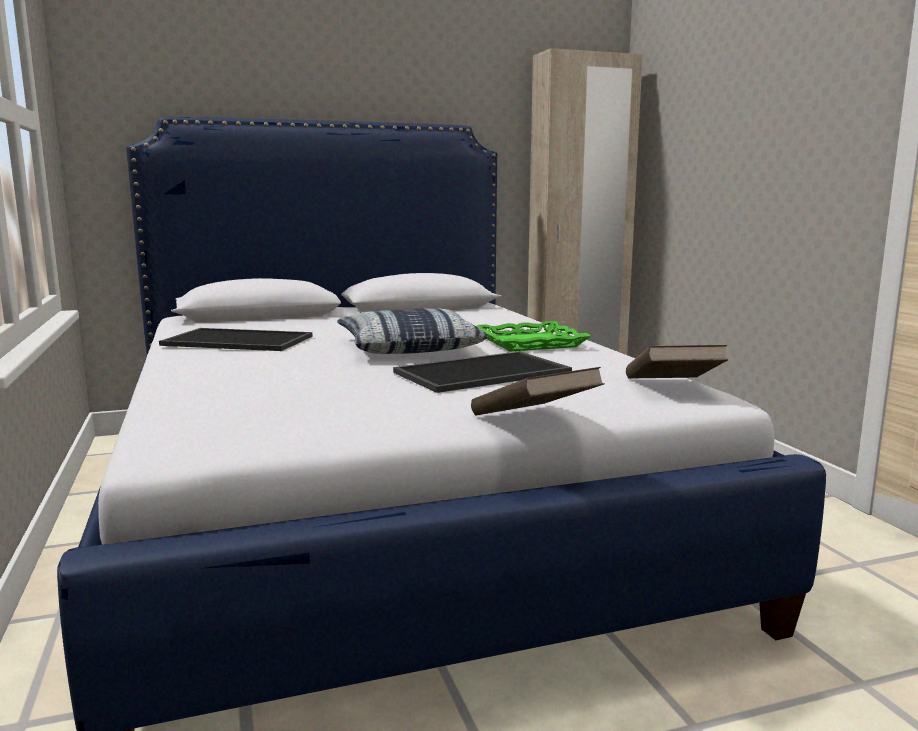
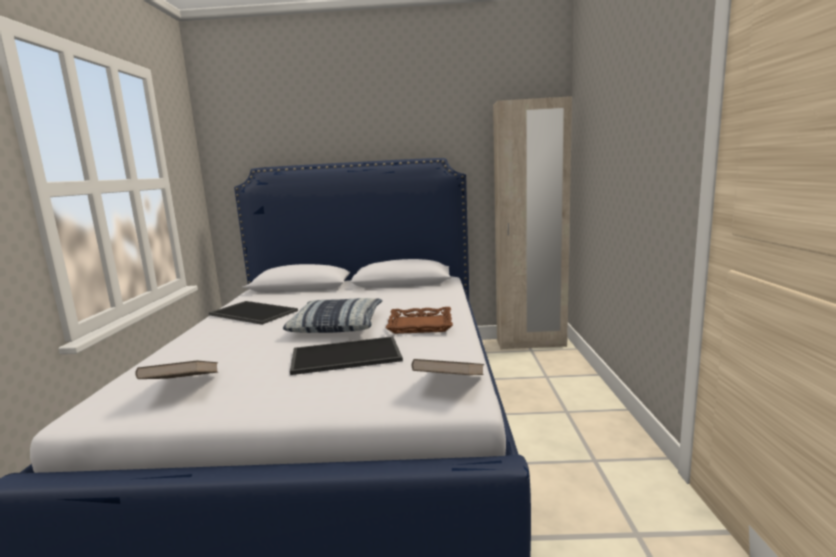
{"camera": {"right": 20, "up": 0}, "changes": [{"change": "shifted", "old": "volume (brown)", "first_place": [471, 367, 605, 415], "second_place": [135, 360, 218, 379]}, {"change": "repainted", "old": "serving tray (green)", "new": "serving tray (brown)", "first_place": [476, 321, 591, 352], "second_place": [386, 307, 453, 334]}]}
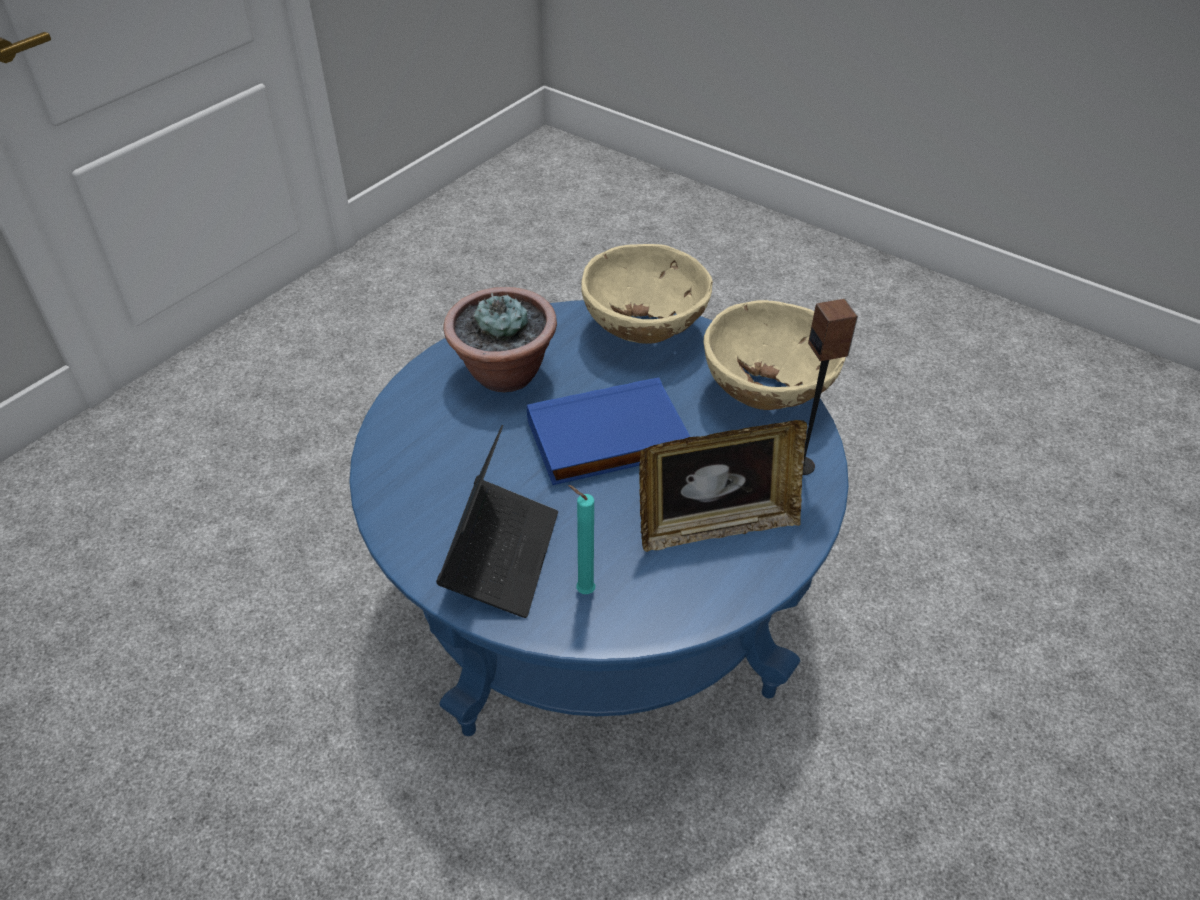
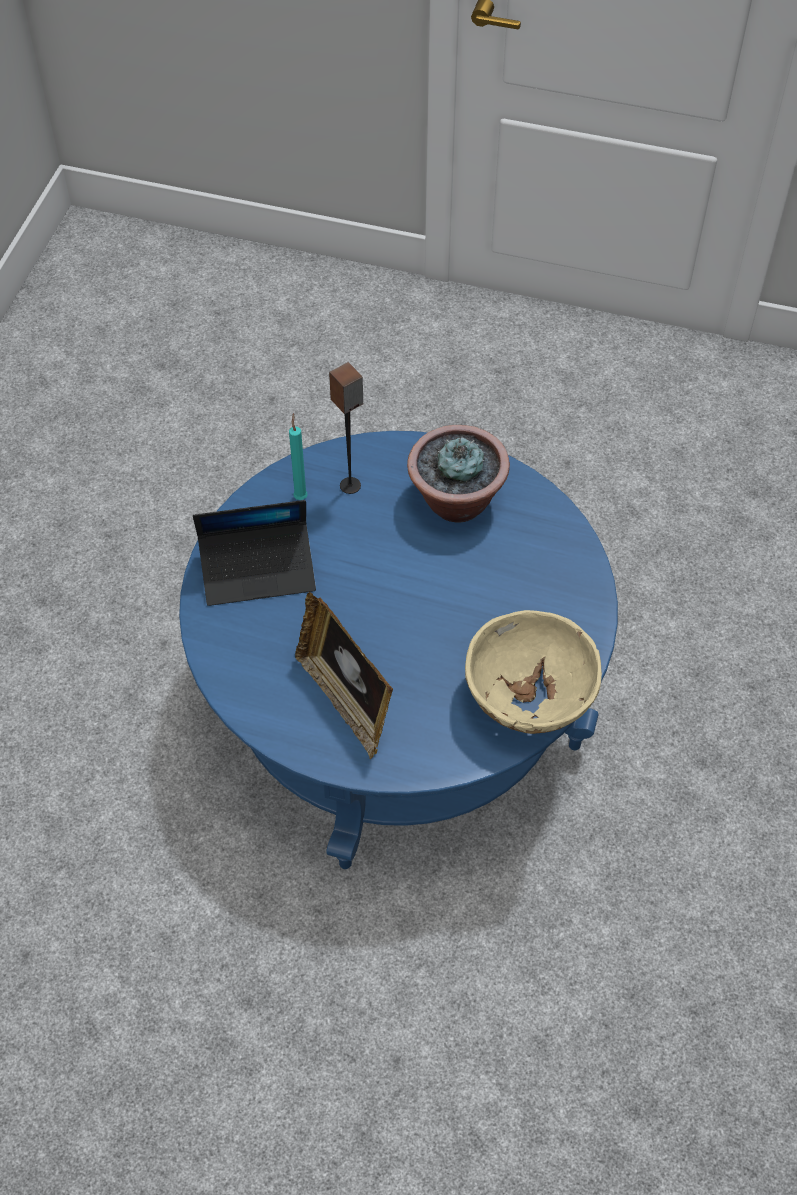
{"camera": {"right": 70, "up": 10}, "changes": [{"change": "shifted", "old": "candle (blue-green)", "first_place": [568, 485, 595, 594], "second_place": [289, 413, 308, 500]}, {"change": "shifted", "old": "audio speaker", "first_place": [803, 299, 858, 475], "second_place": [329, 362, 363, 494]}, {"change": "gone", "old": "volume (blue)", "first_place": [527, 378, 690, 485]}, {"change": "gone", "old": "deep dish (beige)", "first_place": [581, 244, 713, 344]}]}
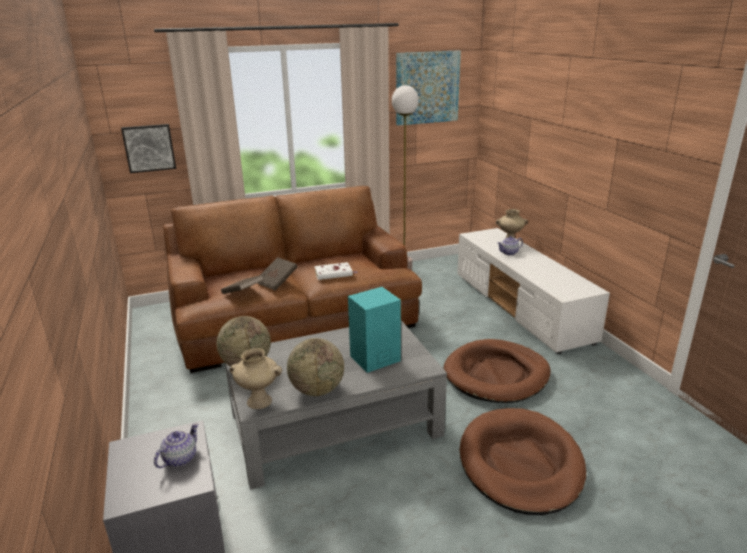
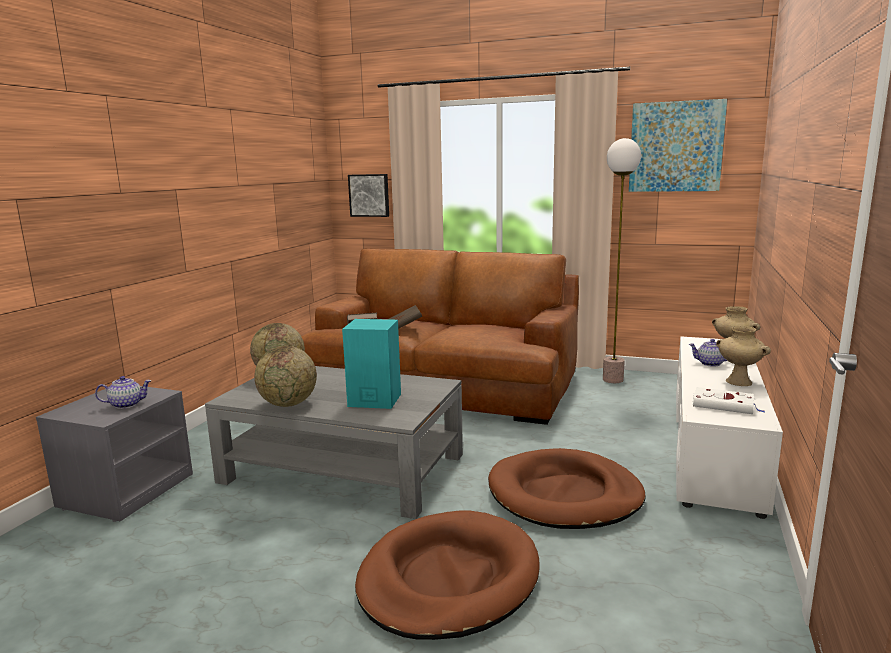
{"camera": {"right": 40, "up": -10}, "changes": [{"change": "shifted", "old": "volume (white)", "first_place": [314, 262, 358, 280], "second_place": [692, 387, 764, 414]}, {"change": "shifted", "old": "decorative vase (beige)", "first_place": [230, 348, 282, 409], "second_place": [716, 326, 771, 386]}]}
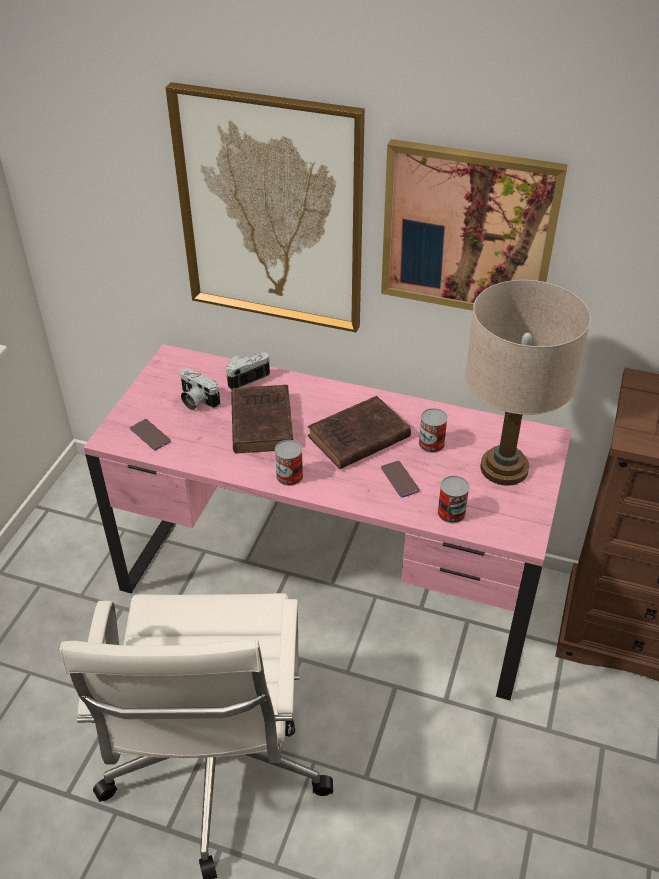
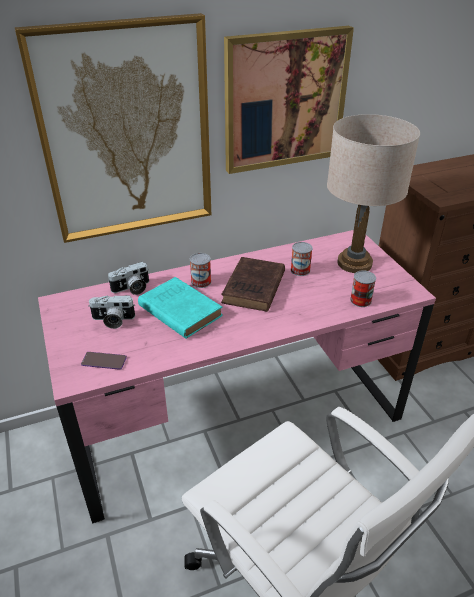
{"camera": {"right": -40, "up": -5}, "changes": [{"change": "rotated", "old": "photo camera", "first_place": [226, 352, 270, 390], "second_place": [108, 262, 149, 295], "degrees": -135}, {"change": "repainted", "old": "volume (brown)", "new": "volume (blue-green)", "first_place": [231, 385, 293, 454], "second_place": [138, 277, 223, 339]}, {"change": "shifted", "old": "metal can", "first_place": [275, 440, 303, 486], "second_place": [190, 253, 211, 288]}, {"change": "gone", "old": "phone", "first_place": [381, 461, 420, 498]}]}
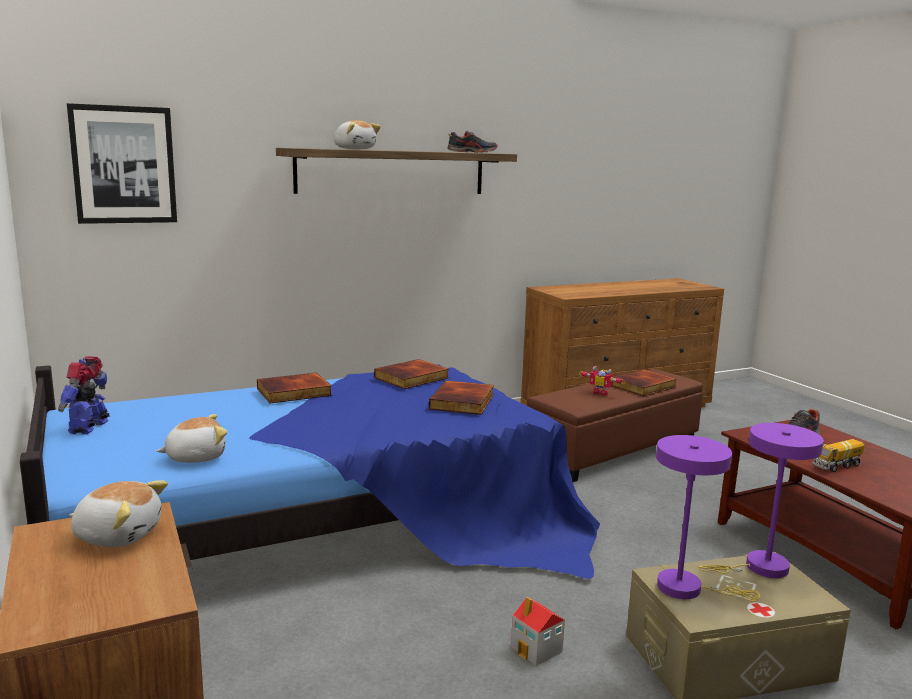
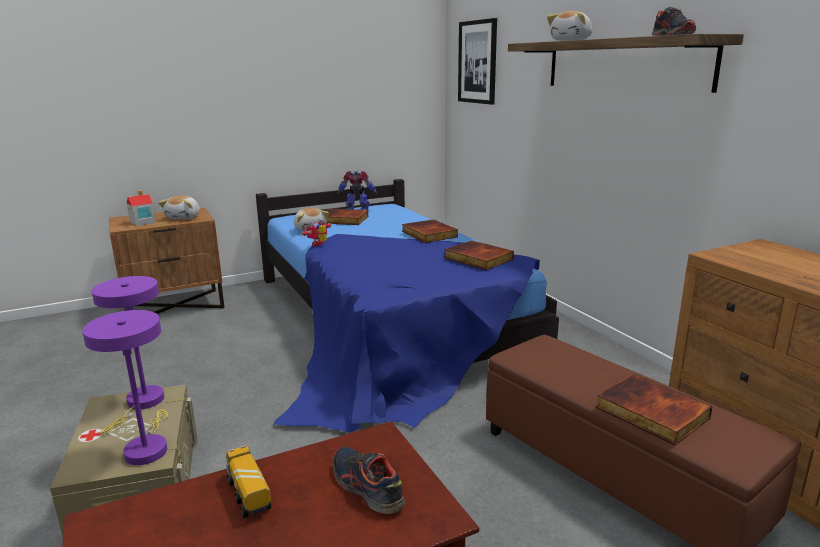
{"camera": {"right": 90, "up": 5}, "changes": [{"change": "shifted", "old": "miniature house", "first_place": [511, 597, 565, 666], "second_place": [127, 190, 156, 226]}, {"change": "shifted", "old": "robot figure", "first_place": [579, 366, 625, 396], "second_place": [301, 219, 332, 247]}, {"change": "shifted", "old": "volume", "first_place": [429, 381, 494, 415], "second_place": [326, 208, 368, 225]}]}
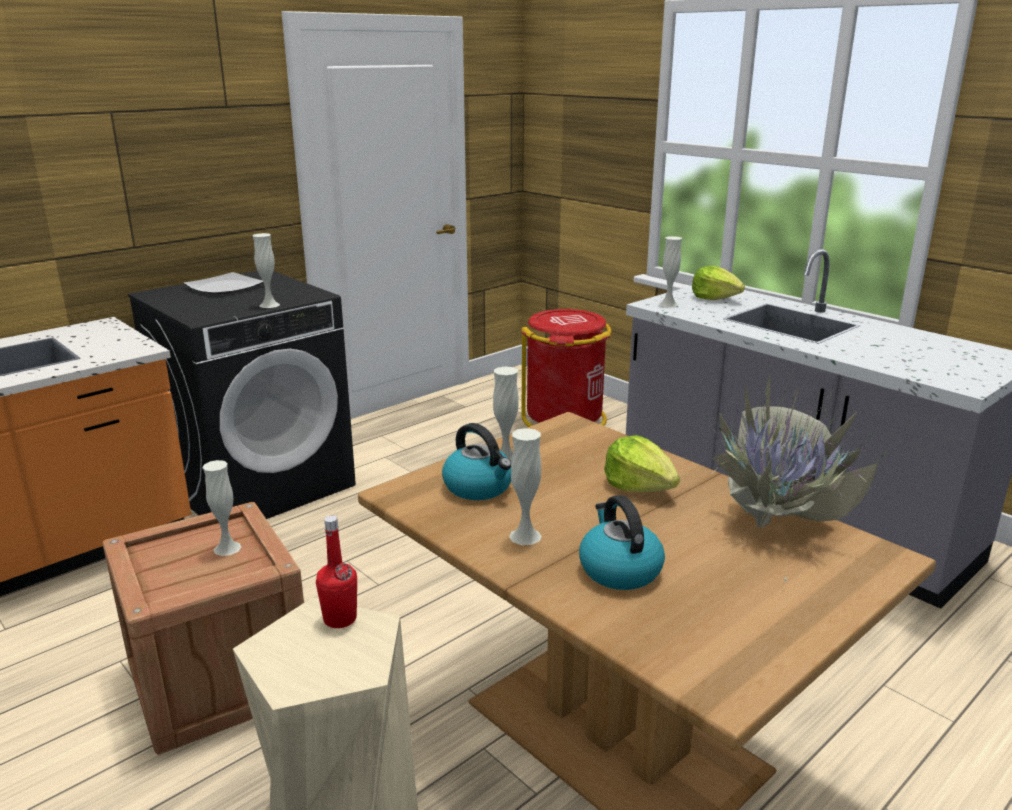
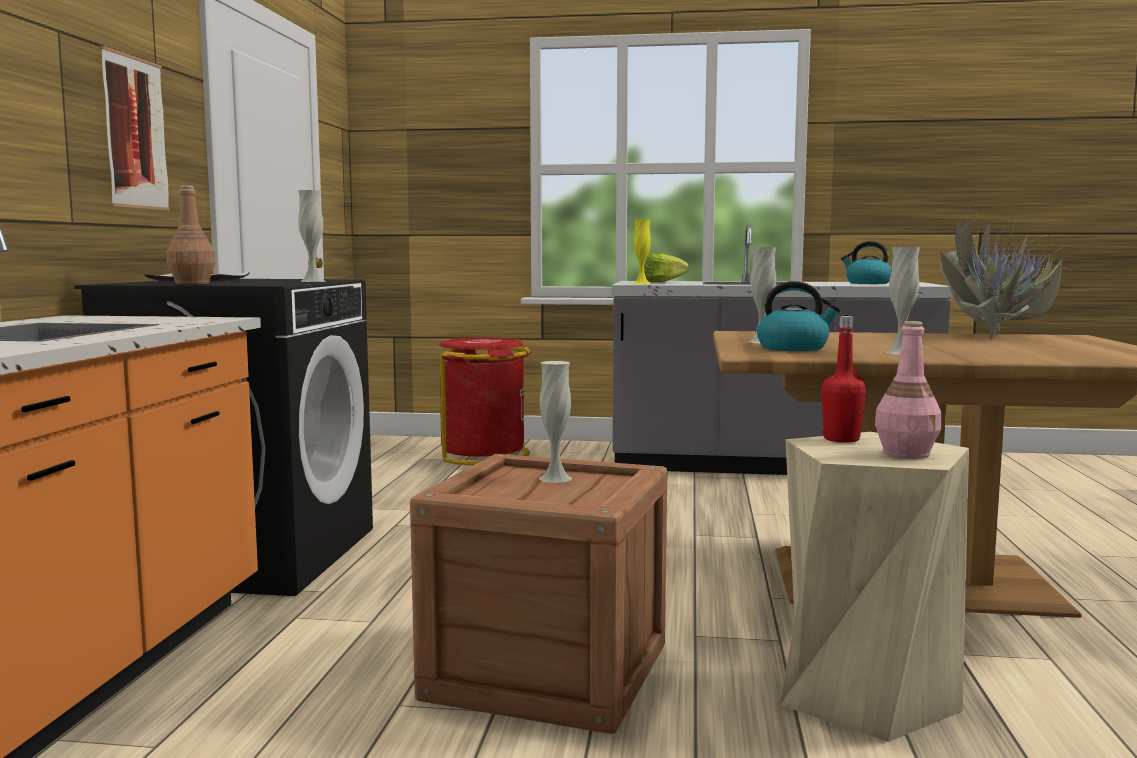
{"camera": {"right": -40, "up": -15}, "changes": [{"change": "new", "new": "picture", "second_place": [100, 45, 170, 211]}, {"change": "new", "new": "bottle (brown)", "second_place": [167, 186, 216, 285]}, {"change": "repainted", "old": "decorative vase (white)", "new": "decorative vase (yellow)", "first_place": [659, 236, 682, 307], "second_place": [633, 219, 650, 284]}, {"change": "shifted", "old": "water kettle", "first_place": [579, 495, 665, 590], "second_place": [841, 241, 892, 284]}, {"change": "new", "new": "bottle (pink-coloured)", "second_place": [875, 321, 941, 459]}, {"change": "gone", "old": "lettuce", "first_place": [604, 435, 680, 492]}]}
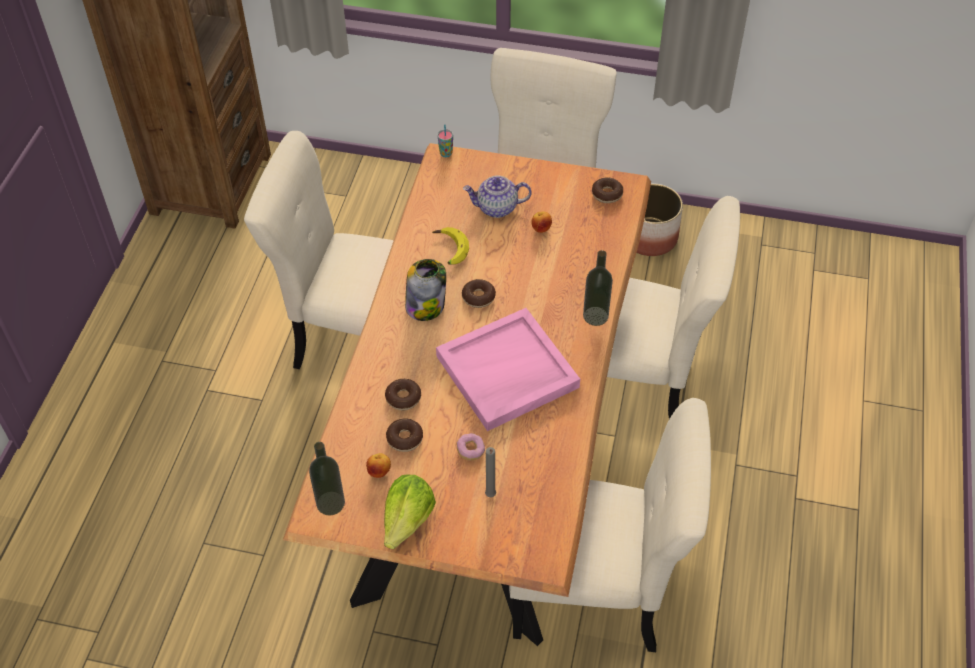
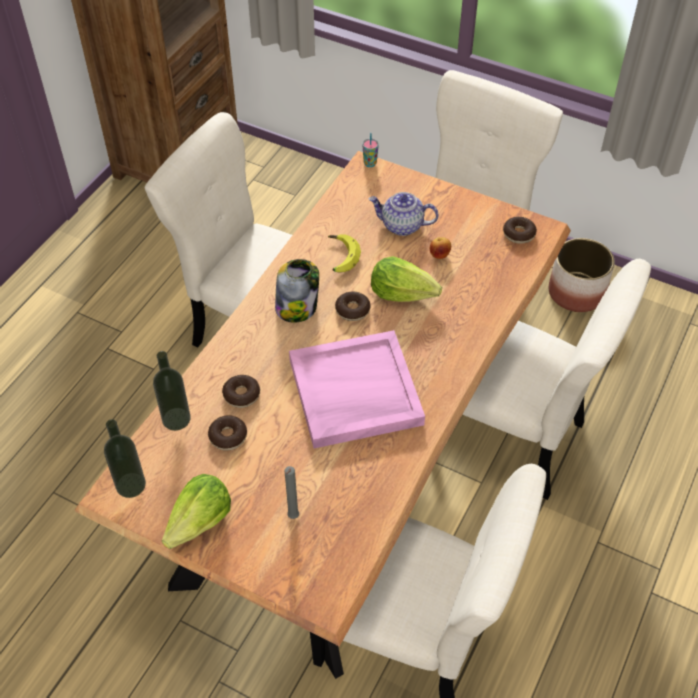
{"camera": {"right": 15, "up": 0}, "changes": [{"change": "shifted", "old": "bottle", "first_place": [583, 250, 613, 326], "second_place": [153, 351, 191, 431]}, {"change": "new", "new": "lettuce", "second_place": [371, 256, 442, 302]}, {"change": "gone", "old": "apple", "first_place": [366, 453, 391, 478]}, {"change": "gone", "old": "donut", "first_place": [457, 433, 485, 460]}]}
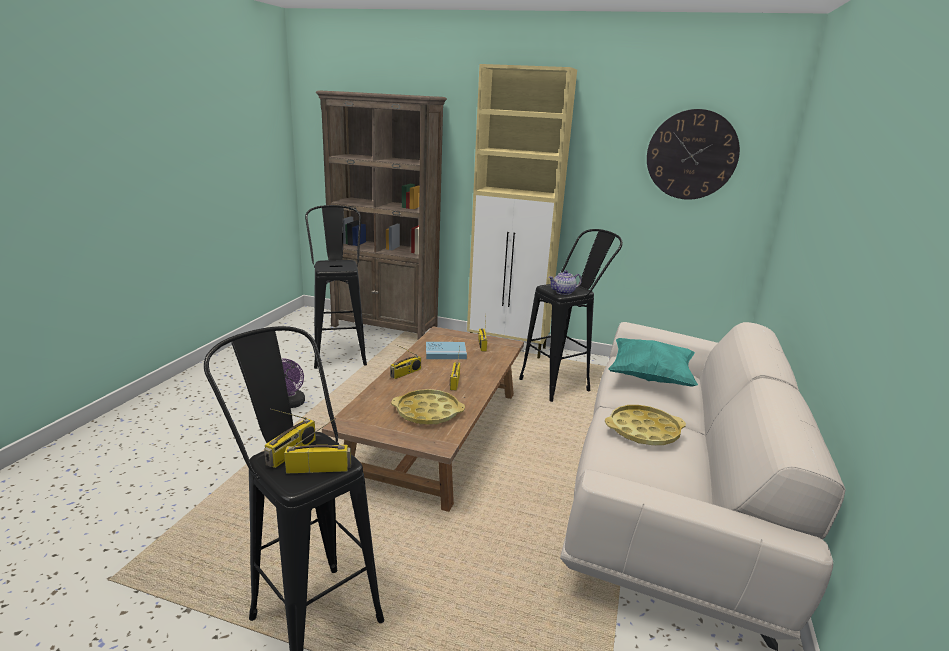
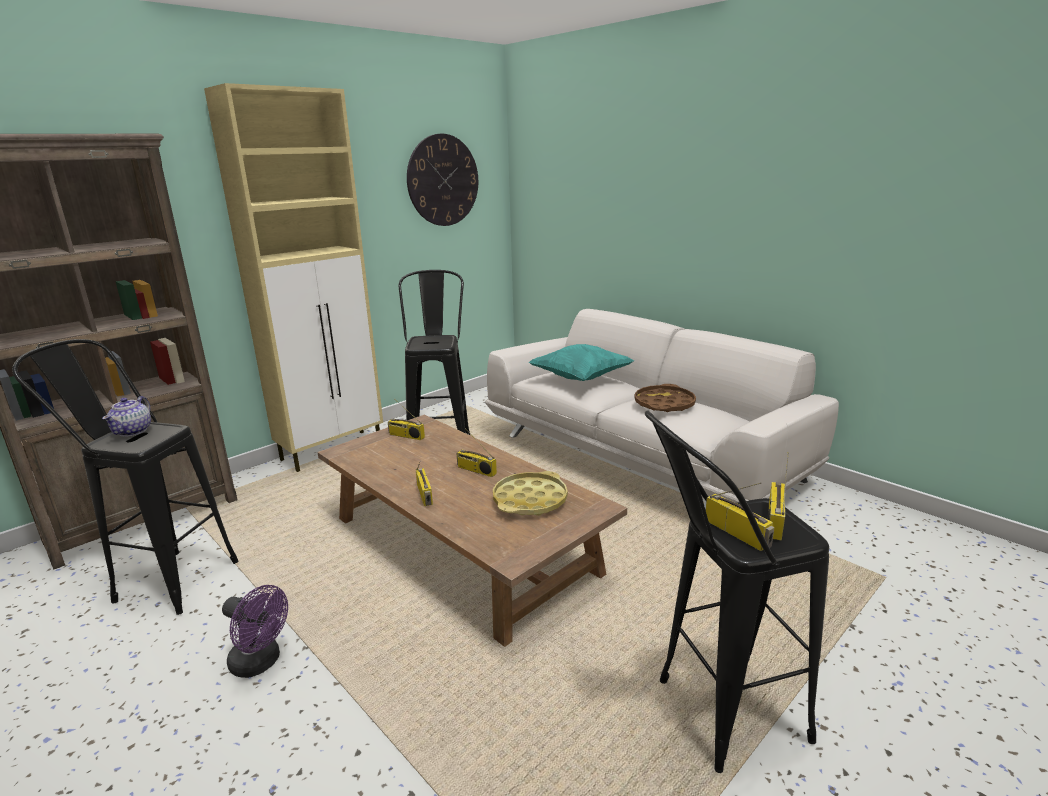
{"camera": {"right": -60, "up": 0}, "changes": [{"change": "shifted", "old": "pot for tea", "first_place": [548, 270, 582, 295], "second_place": [102, 396, 151, 437]}, {"change": "repainted", "old": "serving tray (yellow)", "new": "serving tray (brown)", "first_place": [605, 405, 686, 445], "second_place": [634, 384, 696, 412]}, {"change": "gone", "old": "volume (blue)", "first_place": [426, 342, 467, 359]}]}
